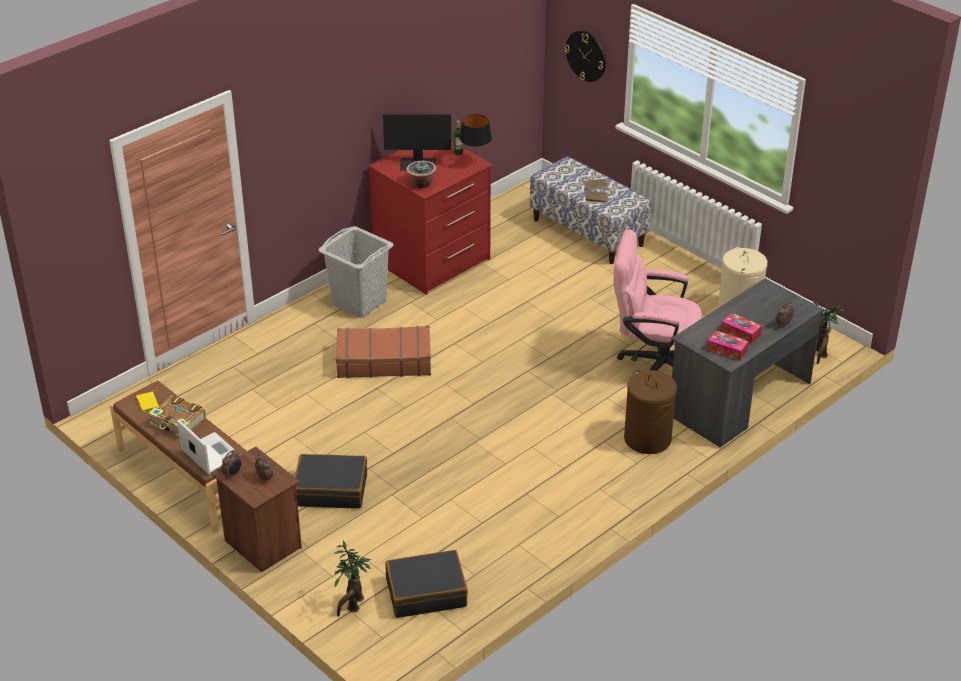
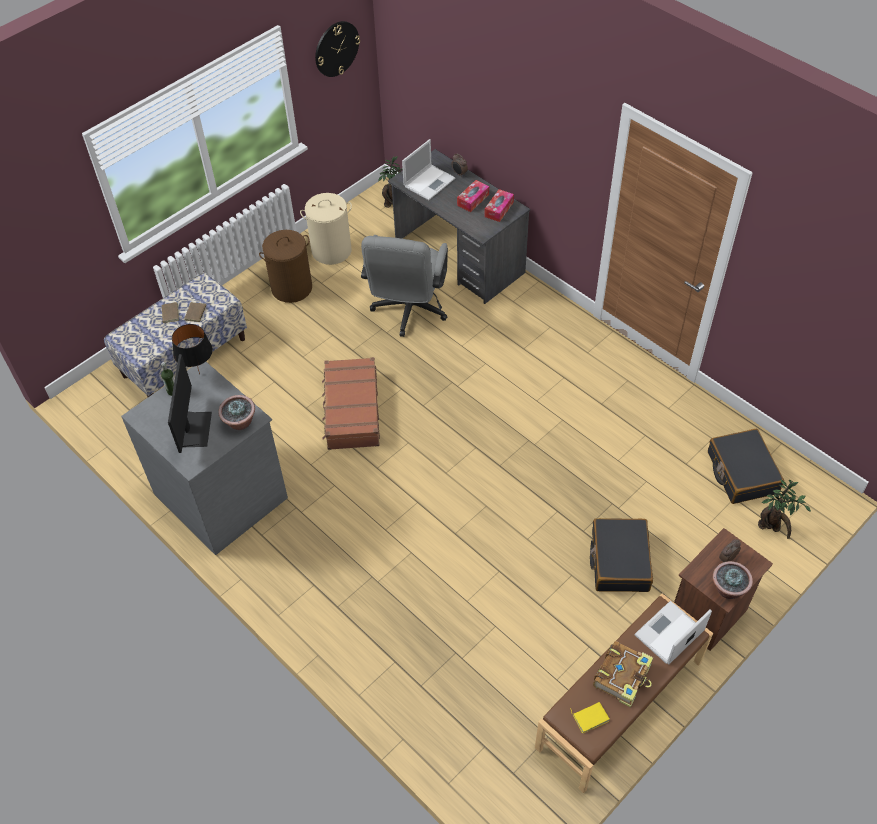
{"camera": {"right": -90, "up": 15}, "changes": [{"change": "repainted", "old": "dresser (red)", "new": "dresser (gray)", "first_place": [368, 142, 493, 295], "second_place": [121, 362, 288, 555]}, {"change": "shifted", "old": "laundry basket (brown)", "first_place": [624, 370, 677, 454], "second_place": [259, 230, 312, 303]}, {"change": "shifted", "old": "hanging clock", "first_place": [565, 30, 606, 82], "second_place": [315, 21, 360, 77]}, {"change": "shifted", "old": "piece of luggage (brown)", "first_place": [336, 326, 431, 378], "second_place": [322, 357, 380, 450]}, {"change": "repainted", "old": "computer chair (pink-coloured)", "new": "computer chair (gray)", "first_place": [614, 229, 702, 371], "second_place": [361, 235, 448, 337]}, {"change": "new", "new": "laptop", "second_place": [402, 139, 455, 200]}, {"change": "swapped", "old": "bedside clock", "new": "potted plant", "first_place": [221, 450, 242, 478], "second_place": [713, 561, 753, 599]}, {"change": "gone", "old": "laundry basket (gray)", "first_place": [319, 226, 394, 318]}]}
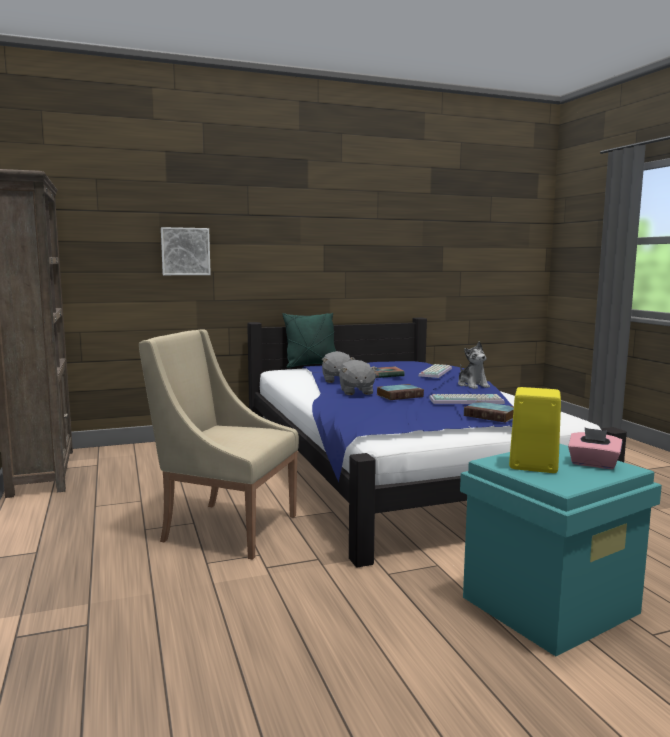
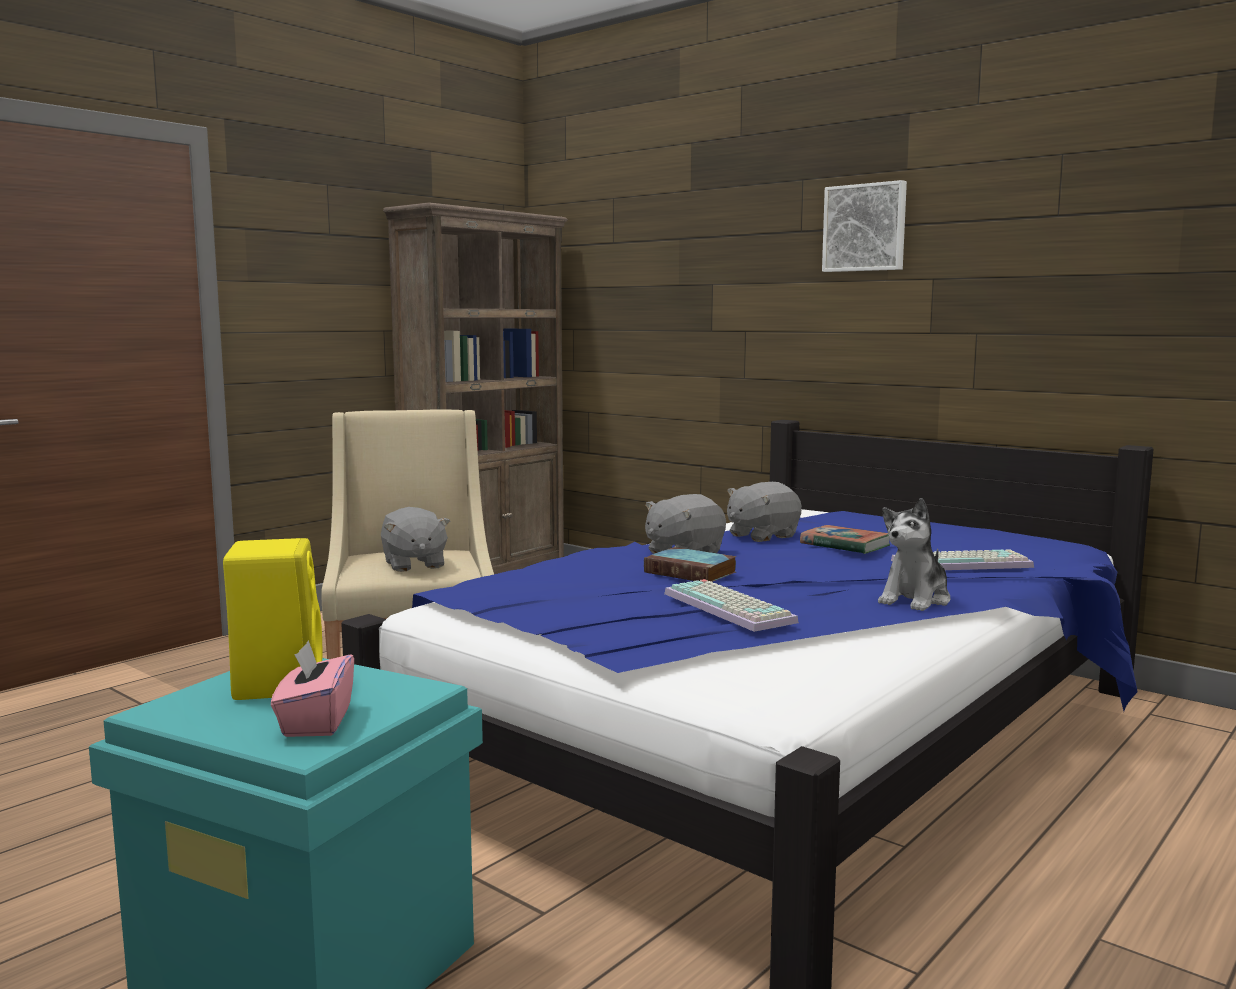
{"camera": {"right": 60, "up": 0}, "changes": [{"change": "new", "new": "plush toy (gray)", "second_place": [381, 507, 450, 572]}, {"change": "shifted", "old": "picture", "first_place": [161, 227, 211, 275], "second_place": [822, 180, 907, 272]}, {"change": "gone", "old": "throw pillow (green)", "first_place": [282, 313, 336, 368]}, {"change": "gone", "old": "volume", "first_place": [464, 401, 514, 423]}]}
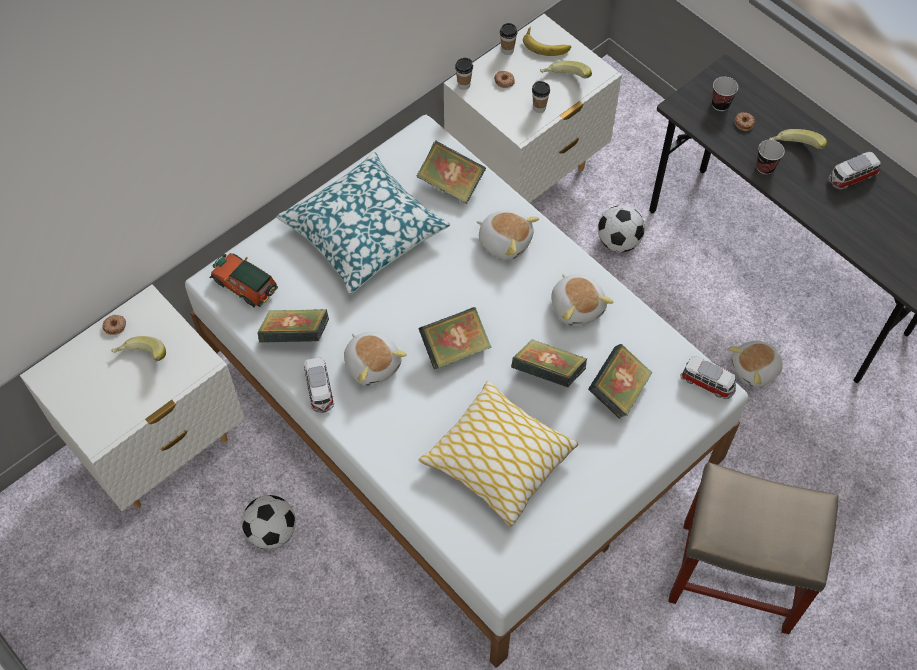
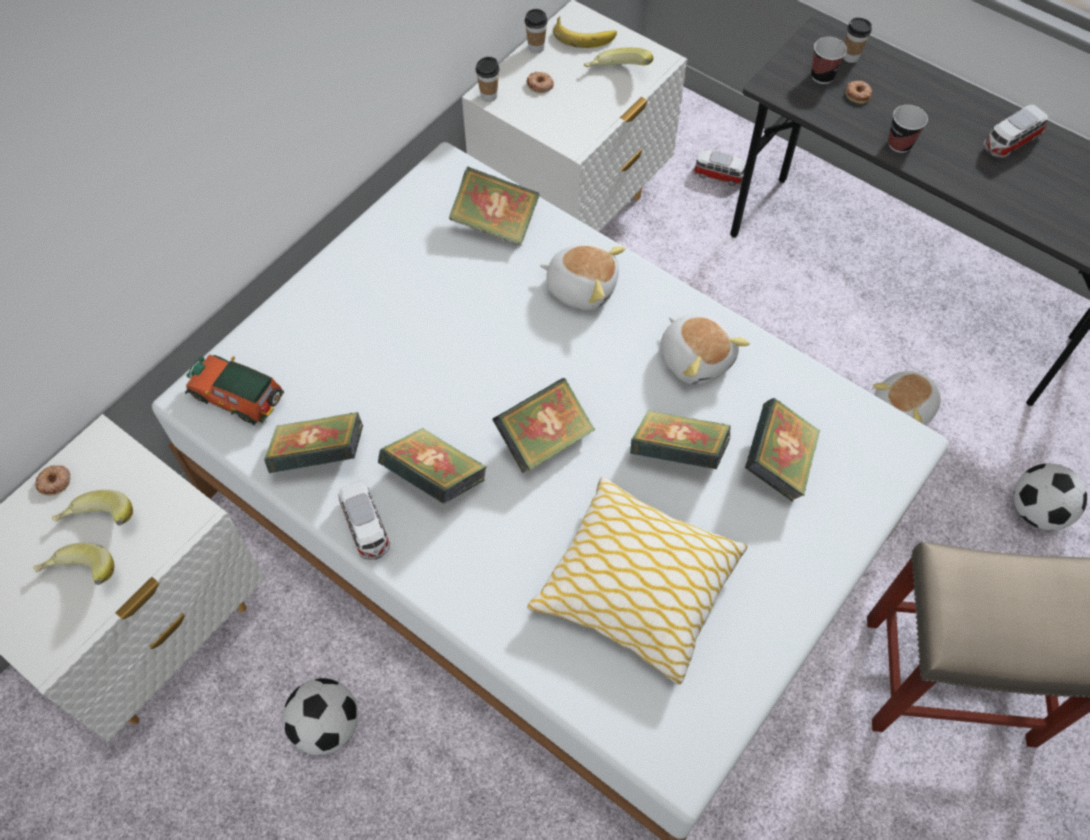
{"camera": {"right": -10, "up": 0}, "changes": [{"change": "shifted", "old": "banana fruit", "first_place": [769, 129, 827, 149], "second_place": [34, 543, 114, 585]}, {"change": "swapped", "old": "plush toy", "new": "volume", "first_place": [344, 332, 407, 386], "second_place": [378, 428, 487, 504]}, {"change": "shifted", "old": "miniature car", "first_place": [680, 356, 736, 399], "second_place": [693, 149, 746, 186]}, {"change": "shifted", "old": "cup", "first_place": [532, 81, 550, 113], "second_place": [843, 17, 872, 63]}, {"change": "shifted", "old": "ball for football", "first_place": [598, 205, 645, 252], "second_place": [1014, 463, 1087, 530]}, {"change": "gone", "old": "throw pillow", "first_place": [276, 152, 450, 294]}]}
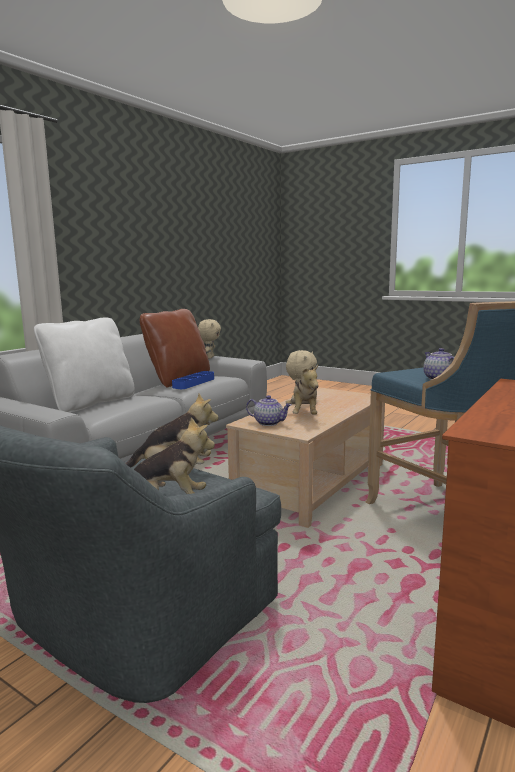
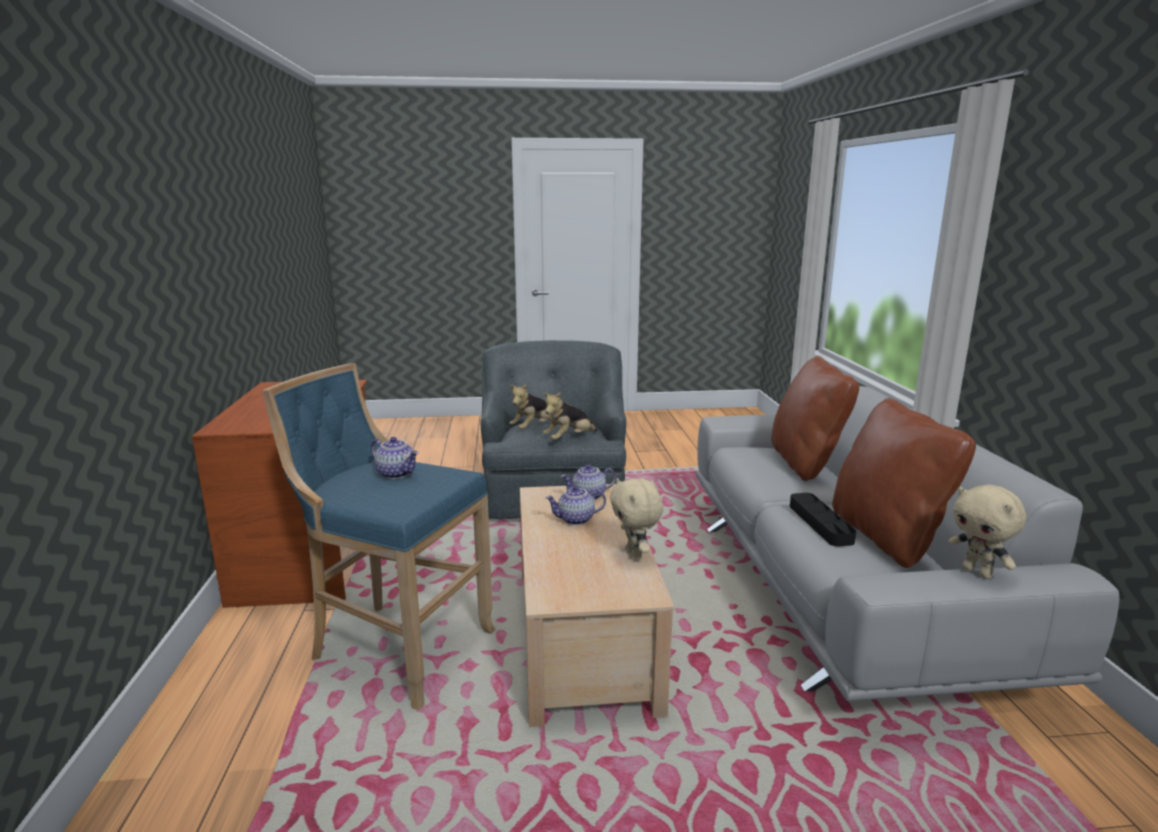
{"camera": {"right": 140, "up": 5}, "changes": [{"change": "swapped", "old": "plush toy", "new": "pot for tea", "first_place": [286, 365, 318, 415], "second_place": [546, 486, 606, 525]}, {"change": "repainted", "old": "throw pillow (white)", "new": "throw pillow (brown)", "first_place": [34, 317, 135, 413], "second_place": [771, 356, 859, 481]}, {"change": "repainted", "old": "serving tray (blue)", "new": "serving tray (blackish)", "first_place": [172, 371, 214, 389], "second_place": [790, 493, 856, 547]}]}
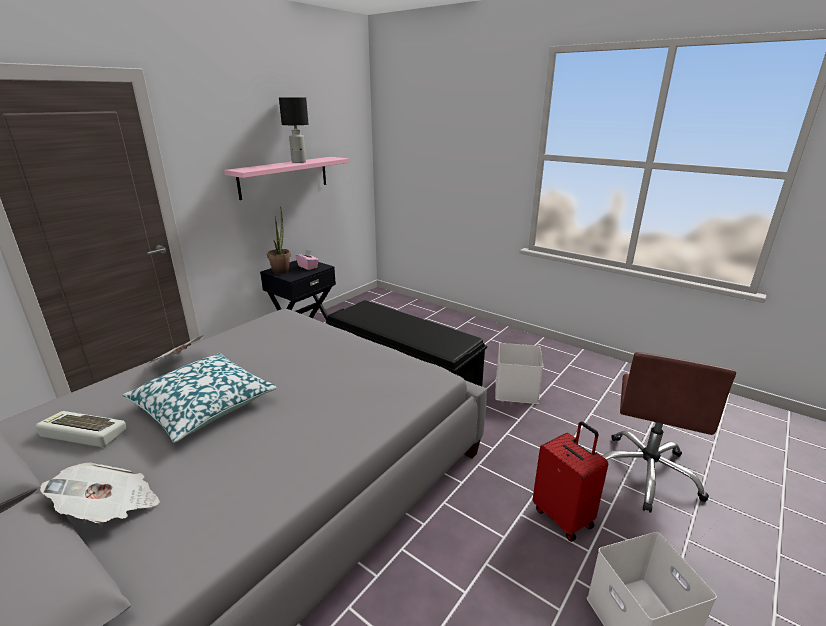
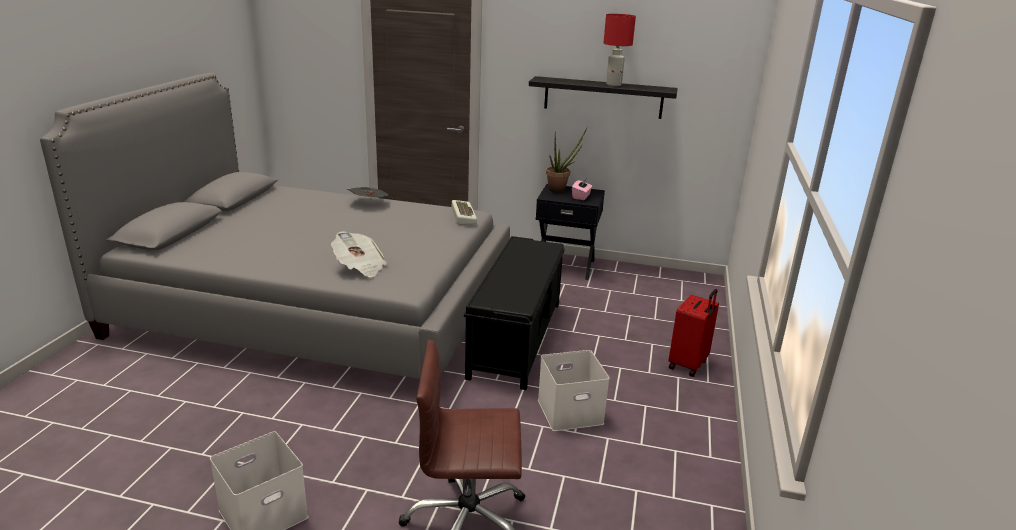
{"camera": {"right": 65, "up": 0}, "changes": [{"change": "shifted", "old": "daily paper", "first_place": [40, 462, 160, 523], "second_place": [331, 231, 387, 277]}, {"change": "shifted", "old": "PC keyboard", "first_place": [35, 411, 127, 447], "second_place": [452, 200, 477, 225]}, {"change": "repainted", "old": "bracket shelf (pink-coloured)", "new": "bracket shelf (blackish)", "first_place": [224, 157, 349, 200], "second_place": [529, 76, 678, 119]}, {"change": "repainted", "old": "lamp for a table (blackish)", "new": "lamp for a table (red)", "first_place": [279, 97, 309, 163], "second_place": [604, 14, 636, 86]}, {"change": "shifted", "old": "piece of luggage (red)", "first_place": [533, 421, 608, 541], "second_place": [669, 289, 719, 377]}, {"change": "gone", "old": "throw pillow", "first_place": [122, 353, 277, 443]}]}
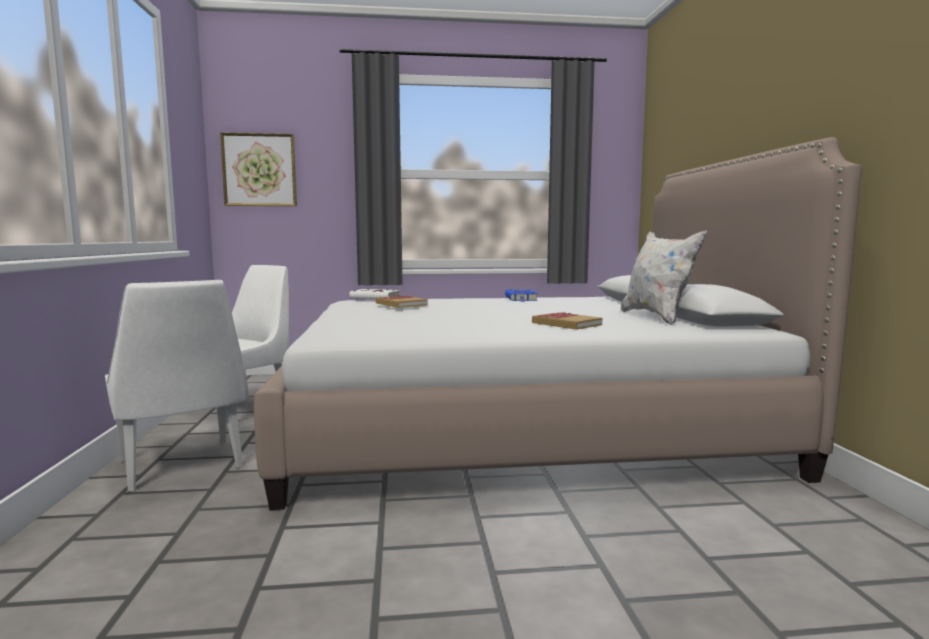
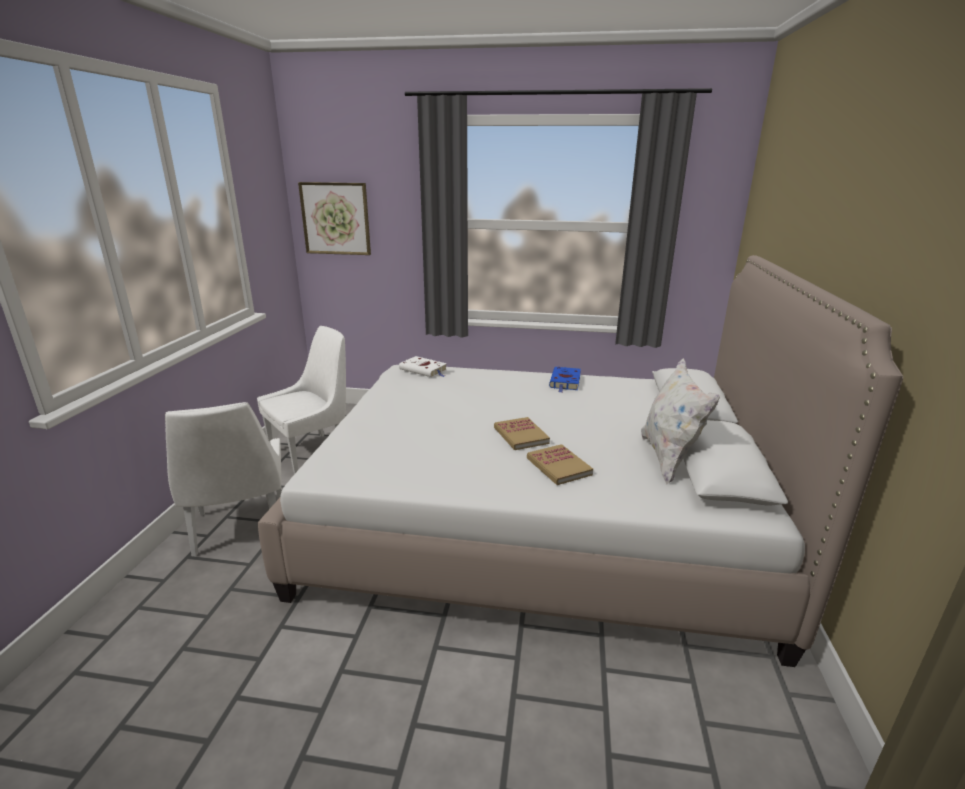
{"camera": {"right": 15, "up": 15}, "changes": [{"change": "shifted", "old": "volume", "first_place": [375, 296, 428, 308], "second_place": [494, 417, 550, 450]}]}
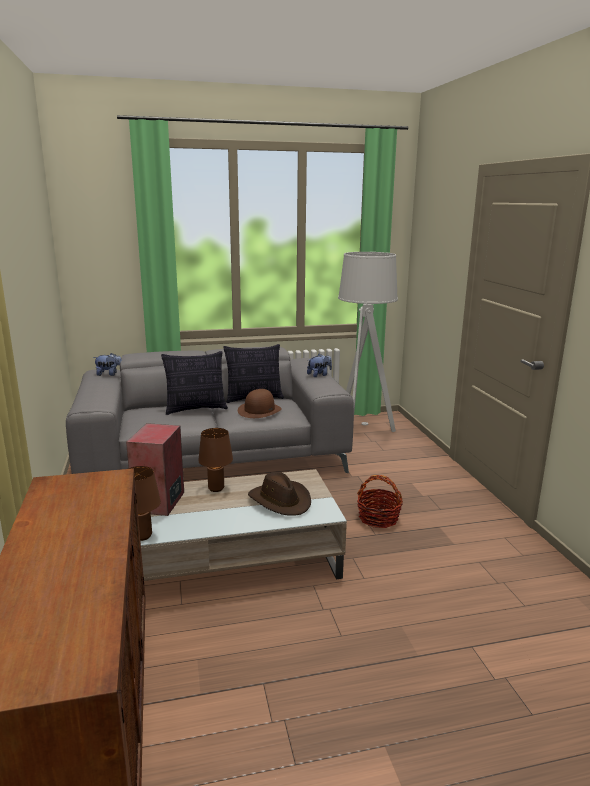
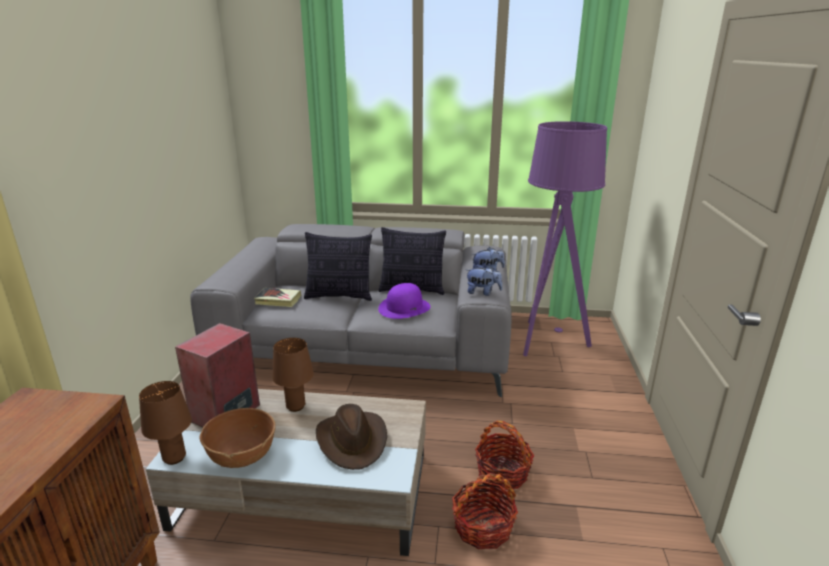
{"camera": {"right": 20, "up": 5}, "changes": [{"change": "new", "new": "deep dish (brown)", "second_place": [200, 408, 276, 468]}, {"change": "new", "new": "volume", "second_place": [254, 288, 301, 307]}, {"change": "repainted", "old": "clothing hat (brown)", "new": "clothing hat (purple-coloured)", "first_place": [238, 389, 282, 418], "second_place": [378, 283, 431, 319]}, {"change": "new", "new": "basket", "second_place": [452, 473, 518, 549]}, {"change": "shifted", "old": "plush toy", "first_place": [93, 353, 122, 376], "second_place": [466, 265, 503, 296]}, {"change": "repainted", "old": "floor lamp (gray)", "new": "floor lamp (purple-coloured)", "first_place": [338, 252, 398, 432], "second_place": [523, 121, 607, 356]}]}
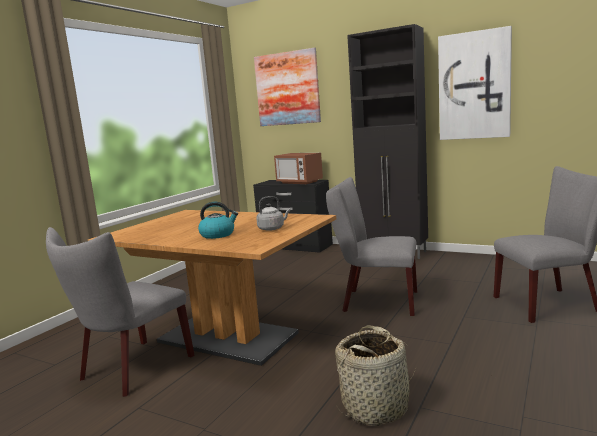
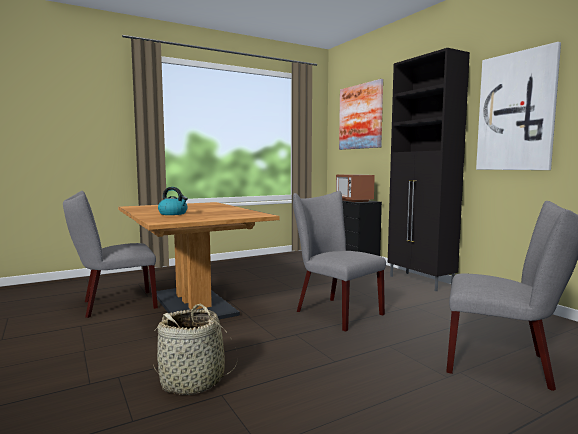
{"camera": {"right": 30, "up": -5}, "changes": [{"change": "gone", "old": "water kettle (gray)", "first_place": [256, 196, 291, 231]}]}
